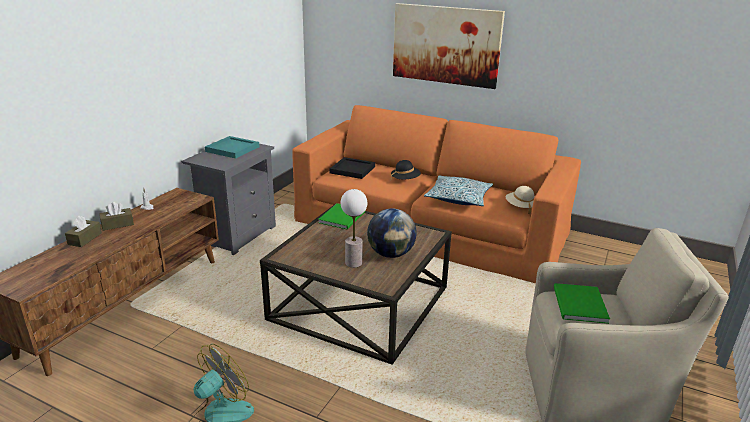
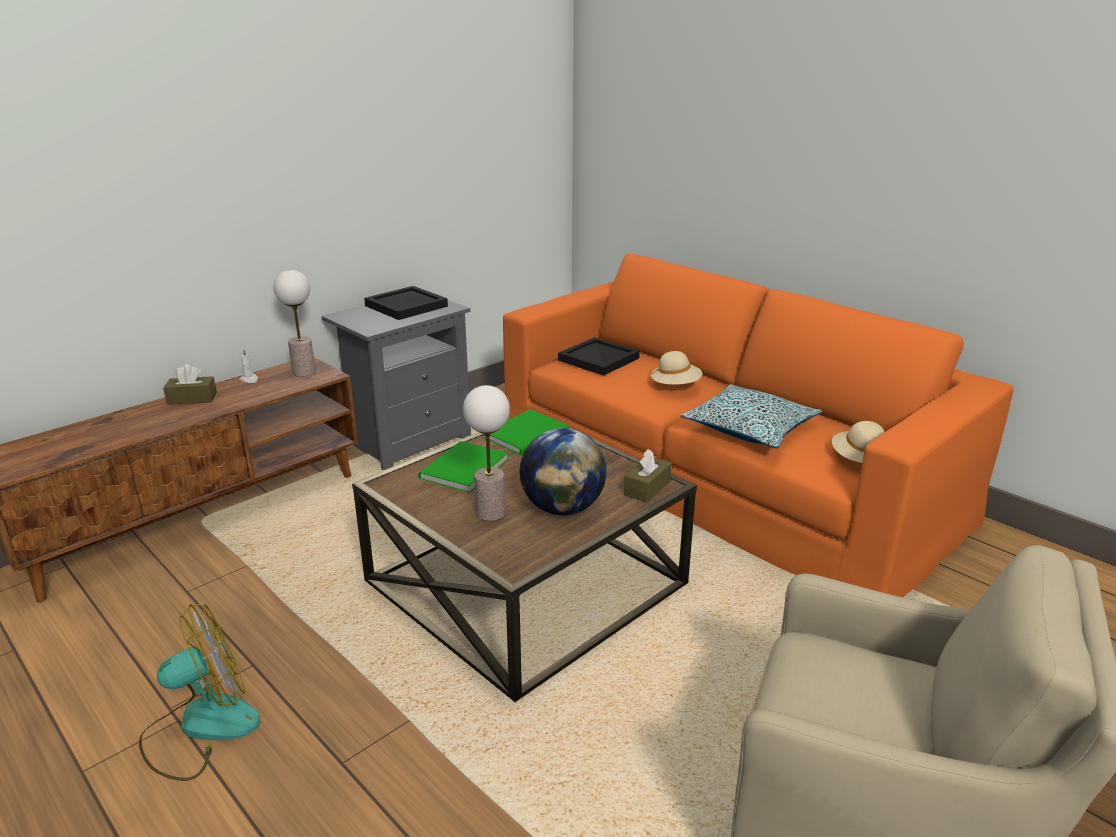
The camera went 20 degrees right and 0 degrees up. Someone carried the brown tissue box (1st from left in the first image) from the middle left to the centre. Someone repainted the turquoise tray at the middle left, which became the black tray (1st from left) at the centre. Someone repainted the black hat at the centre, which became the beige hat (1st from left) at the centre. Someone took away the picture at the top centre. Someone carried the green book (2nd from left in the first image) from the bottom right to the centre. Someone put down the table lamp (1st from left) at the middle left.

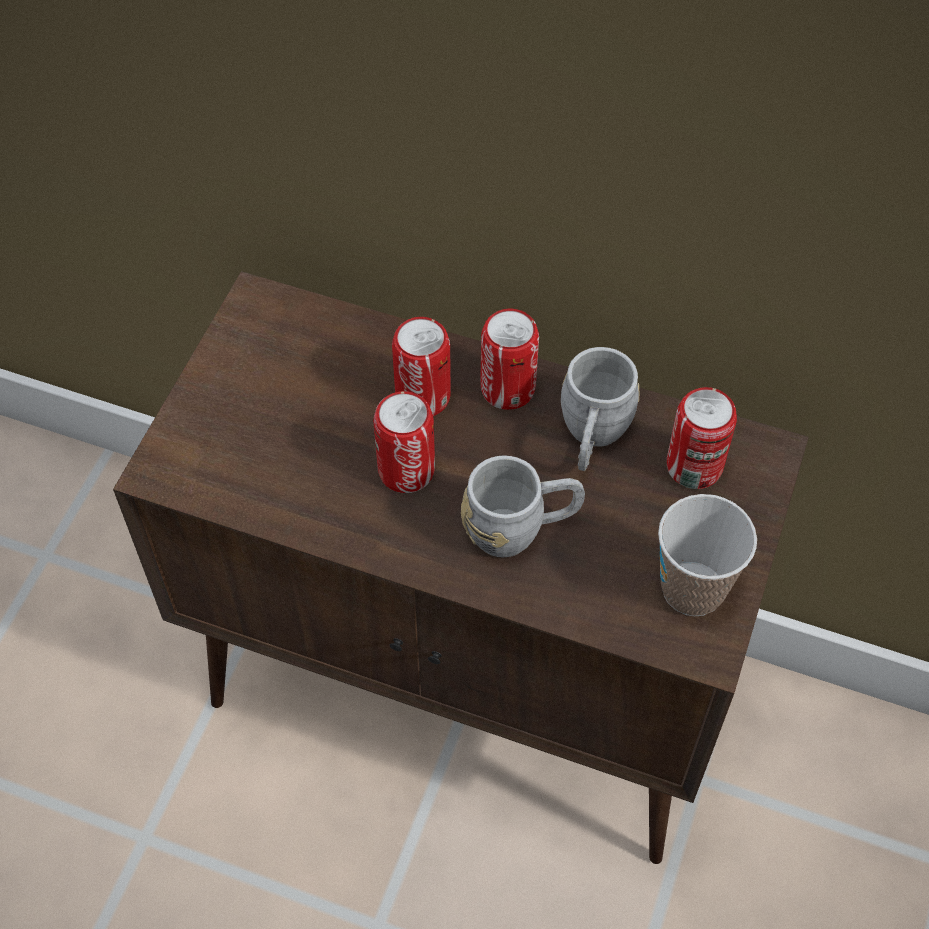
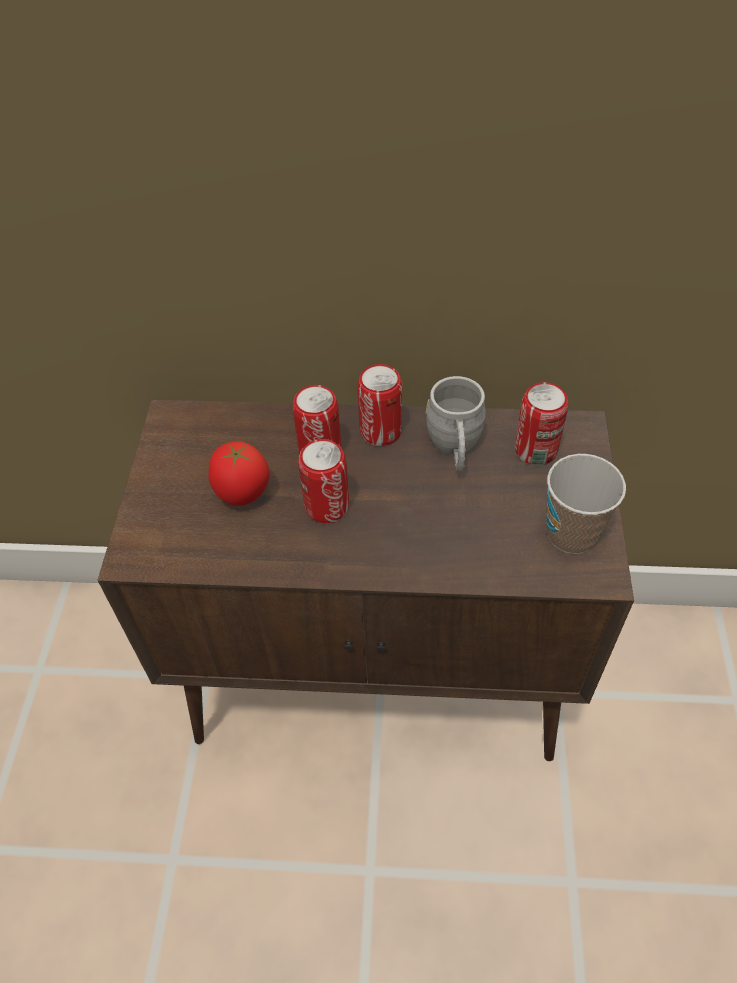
The camera went 15 degrees left and 5 degrees down. Someone took away the grey mug (1st from left) at the centre. Someone put down the tomato at the middle left.

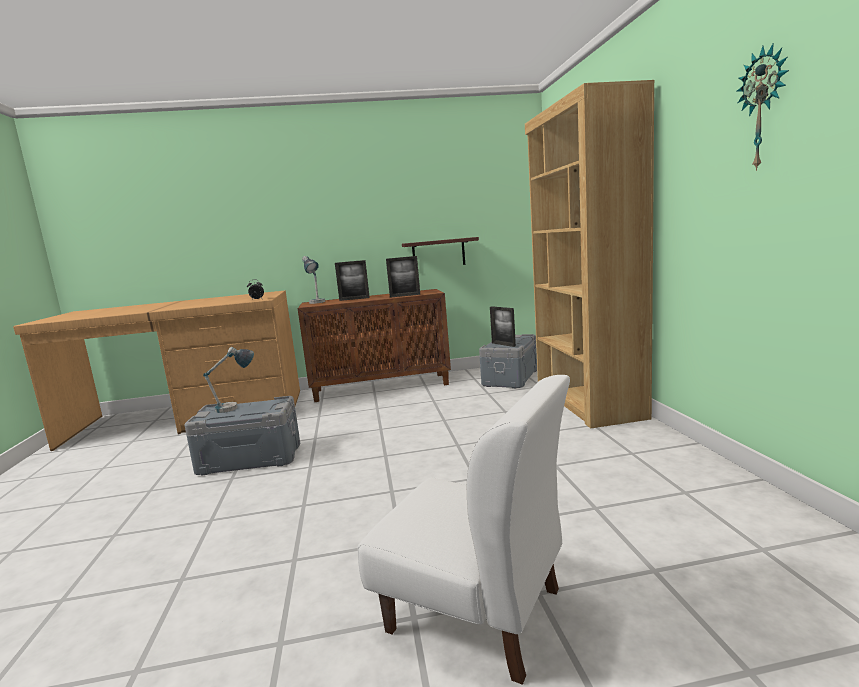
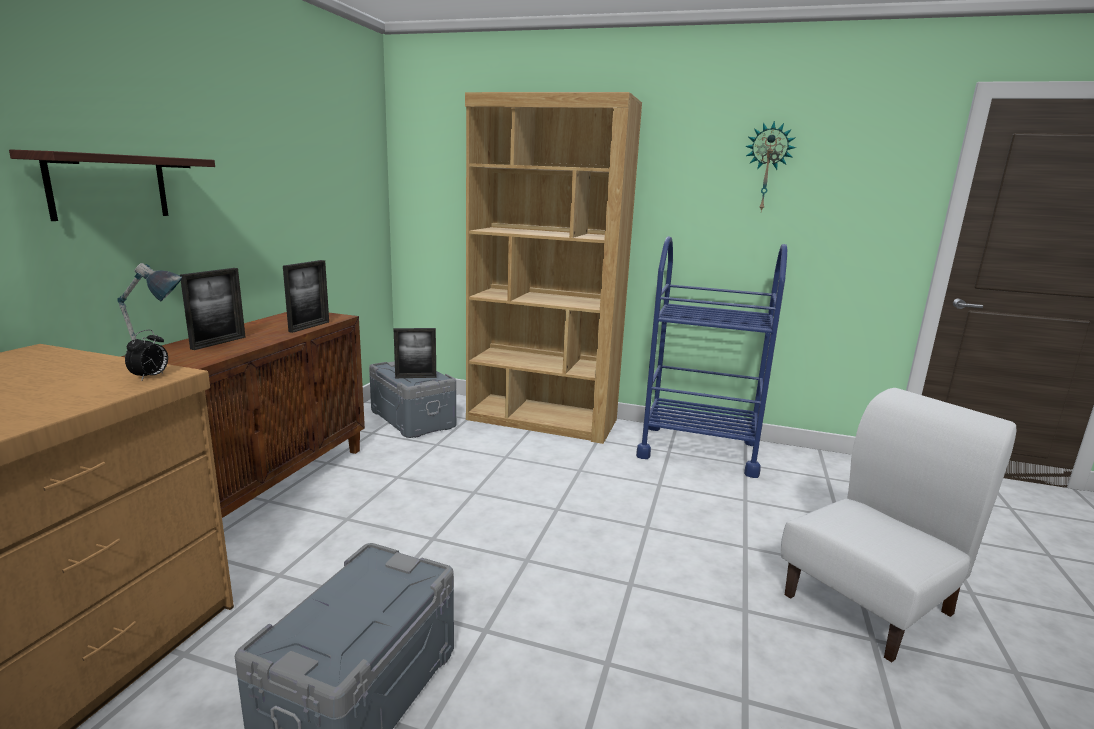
The camera went 65 degrees left and 5 degrees up. Someone took away the table lamp (1st from left) at the middle left. Someone carried the shelf from the centre to the top left. Someone put down the blue cart at the centre.

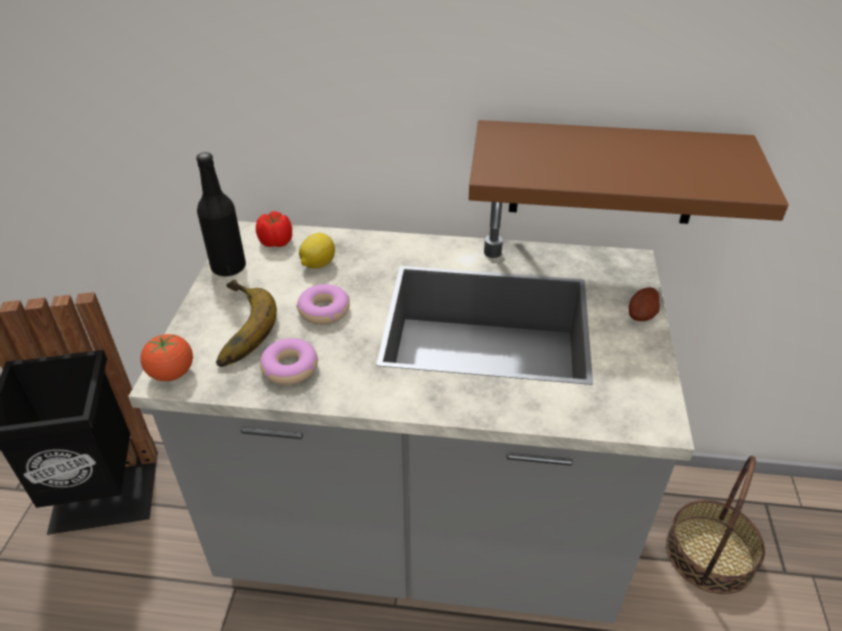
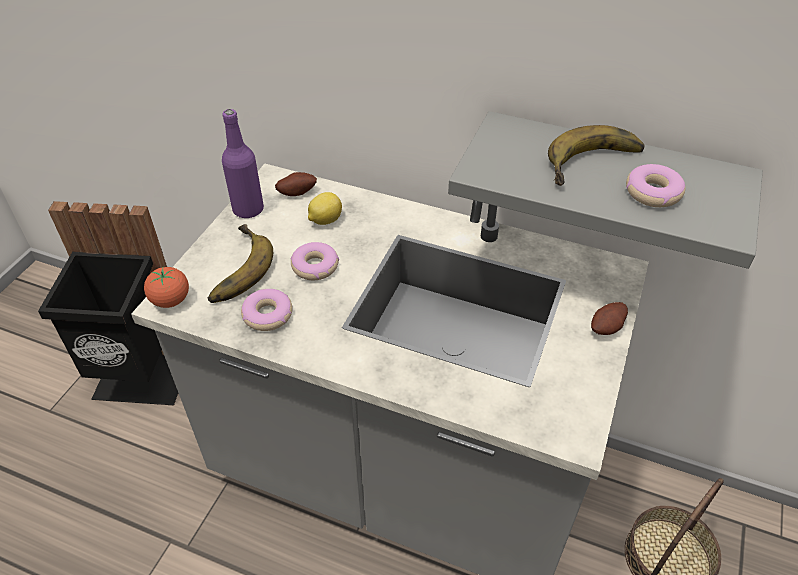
The camera went 15 degrees right and 5 degrees up. Someone repainted the black bottle at the middle left, which became the purple bottle at the top left. Someone swapped the tomato (2nd from left) at the middle left for the potato (1st from left) at the top centre. Someone repainted the brown shelf at the top right, which became the grey shelf at the top right. Someone put down the banana (2nd from left) at the top right. Someone put down the donut (3rd from left) at the top right.

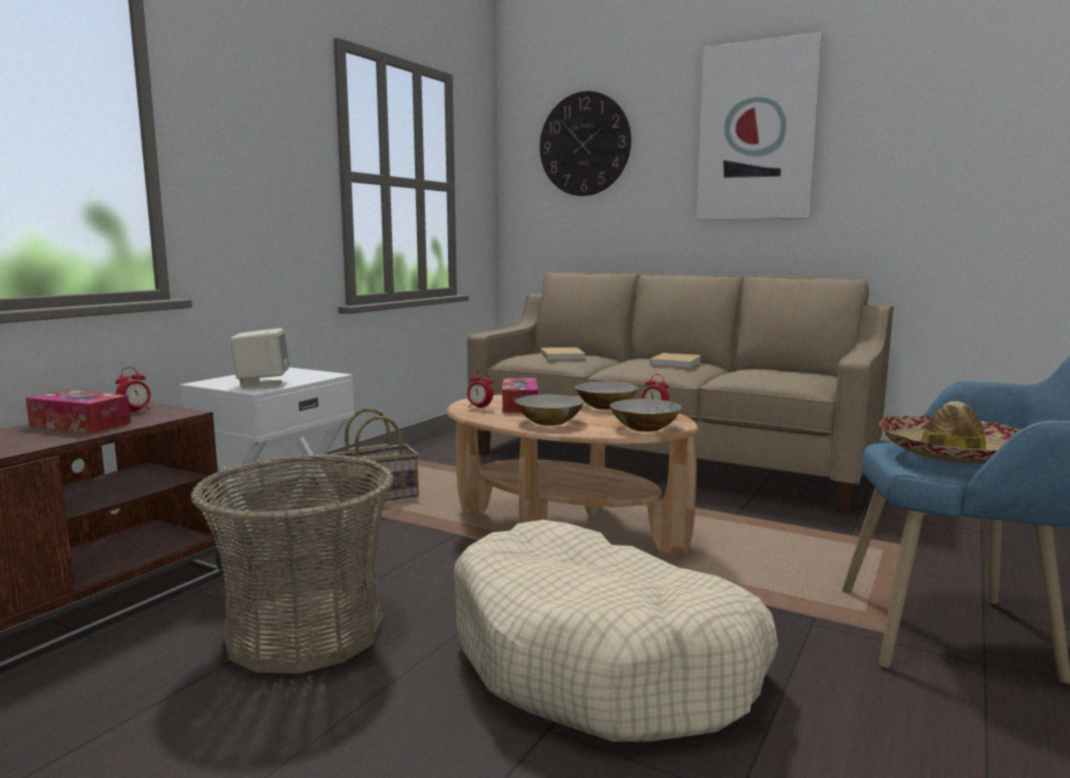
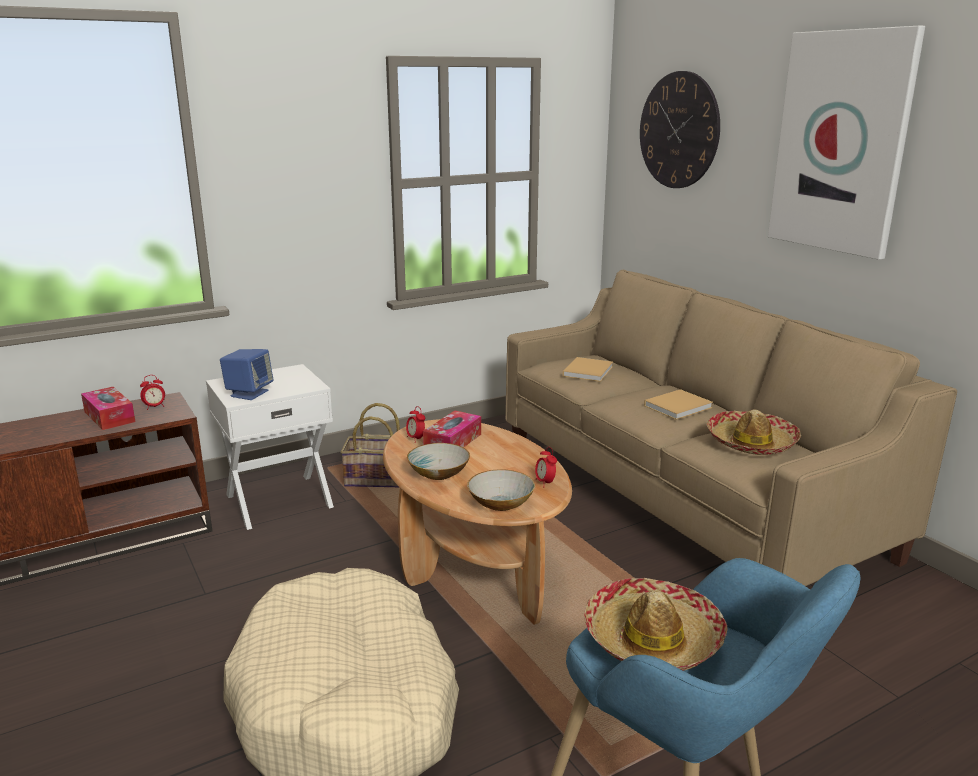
The camera went 30 degrees right and 10 degrees up. Someone took away the basket (1st from left) at the bottom left. Someone repainted the beige speaker at the middle left, which became the blue speaker at the middle left. Someone took away the bowl (2nd from left) at the centre. Someone put down the hat (2nd from left) at the middle right.

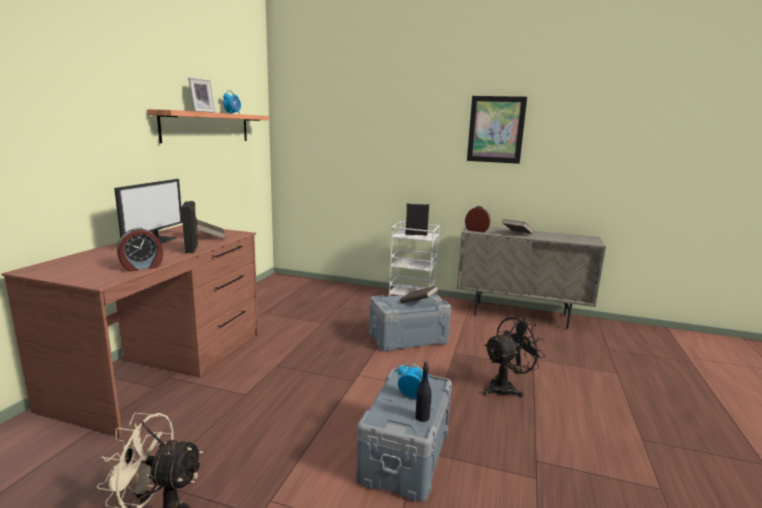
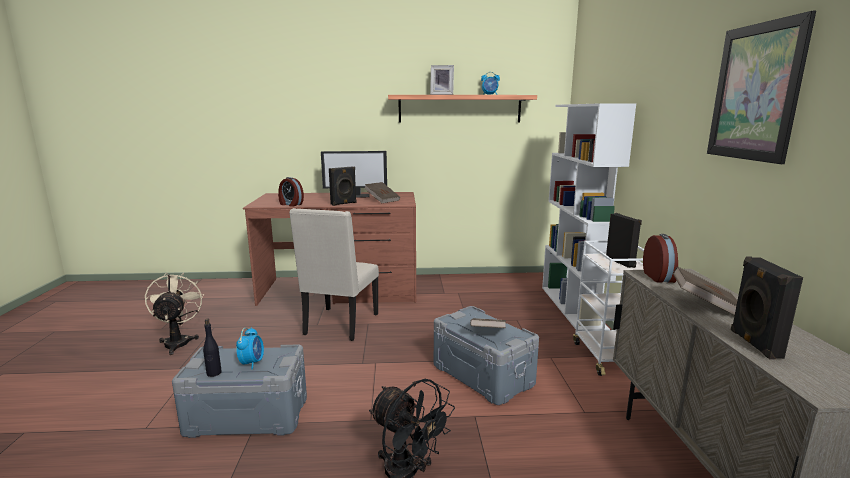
The camera went 70 degrees right and 0 degrees up. Someone put down the beige chair at the centre. Someone put down the white bookcase at the middle right. Someone put down the black speaker (3rd from left) at the middle right.

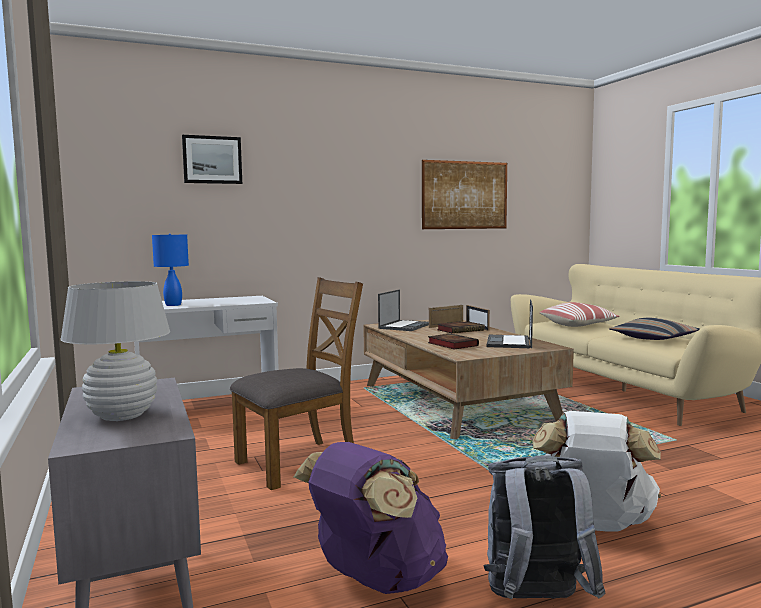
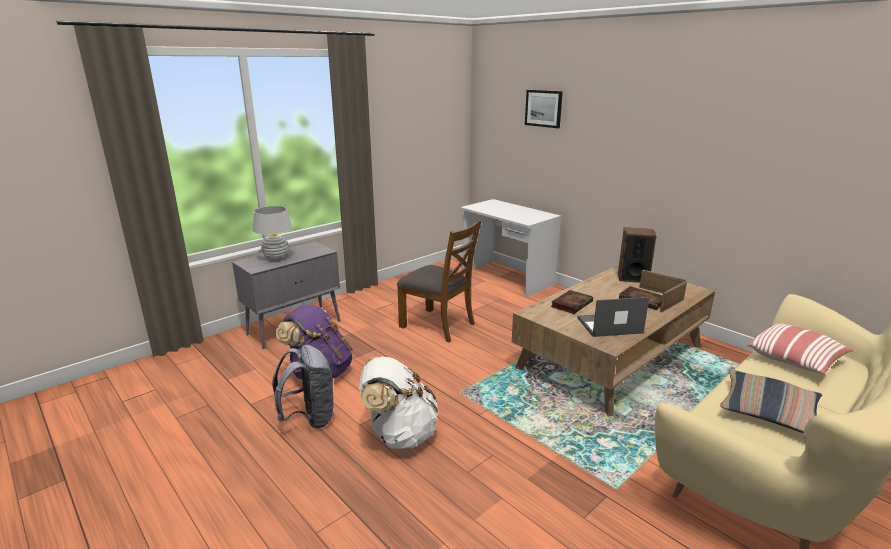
The camera went 70 degrees right and 15 degrees up. Someone took away the blue table lamp at the middle left. Someone swapped the laptop (1st from left) at the centre for the speaker at the middle right. Someone took away the picture (2nd from left) at the top centre.

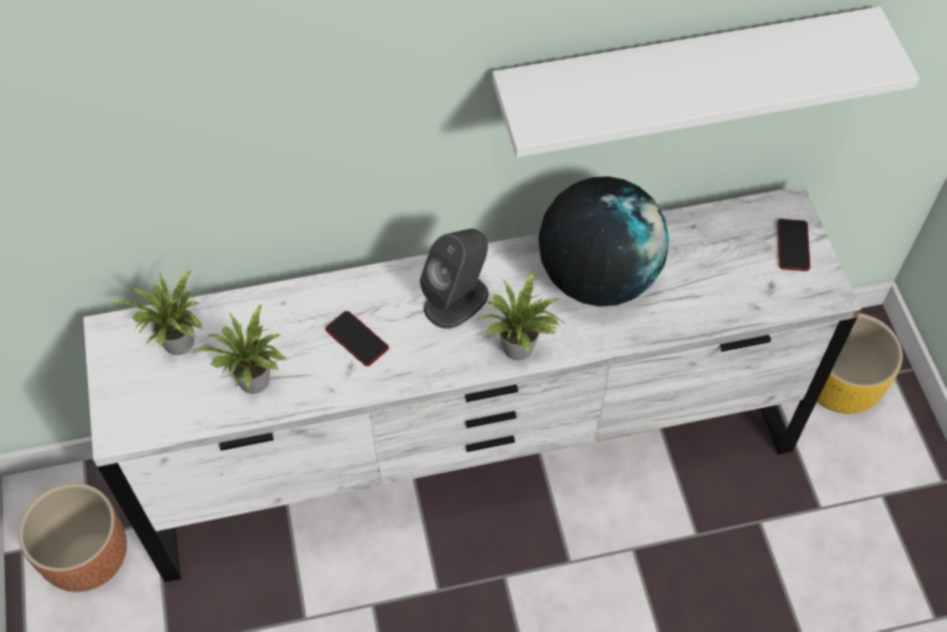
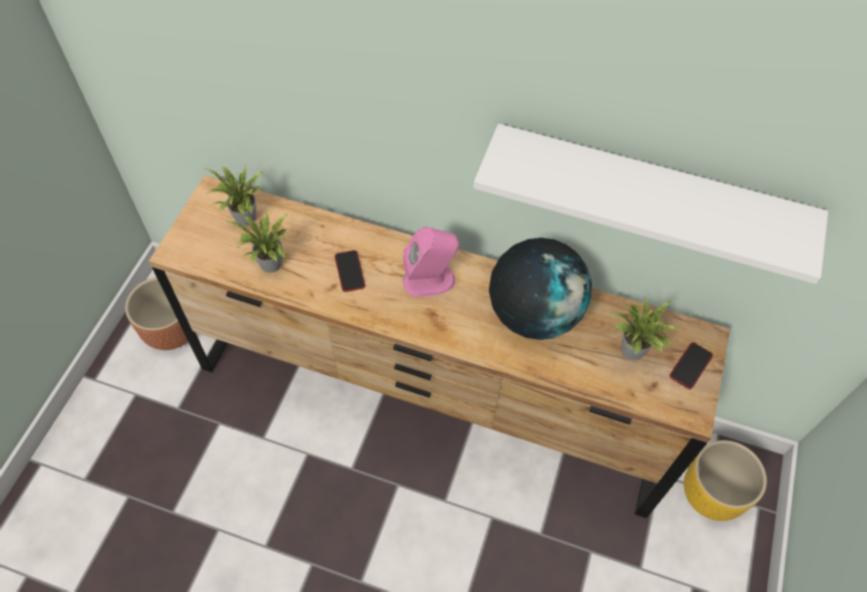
The camera went 30 degrees right and 0 degrees up. Someone repainted the white dresser at the centre, which became the brown dresser at the centre. Someone repainted the grey speaker at the centre, which became the pink speaker at the centre. Someone carried the potted plant (3rd from left) from the centre to the middle right.

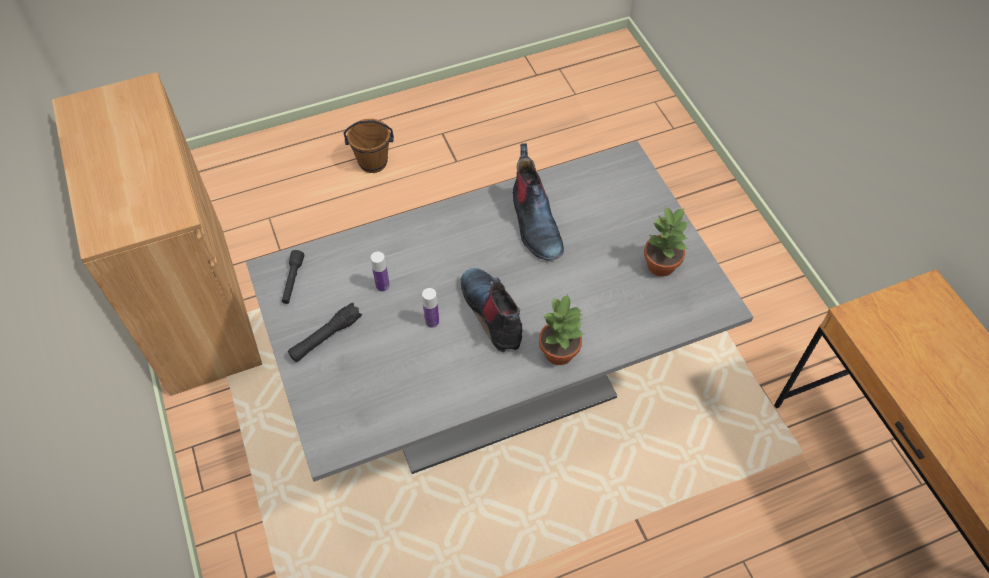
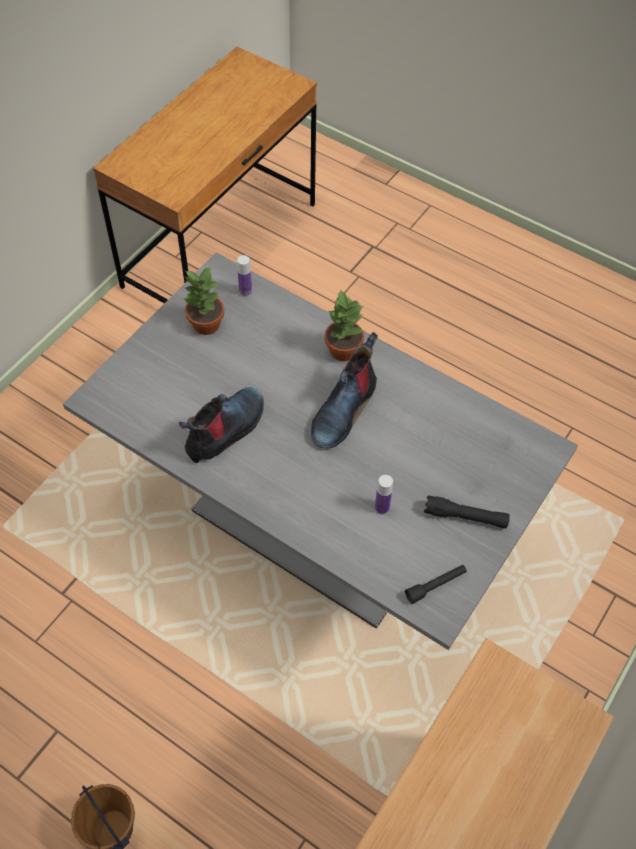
The camera went 125 degrees left and 0 degrees up. Someone carried the bottle (2nd from left in the first image) from the centre to the top centre.

